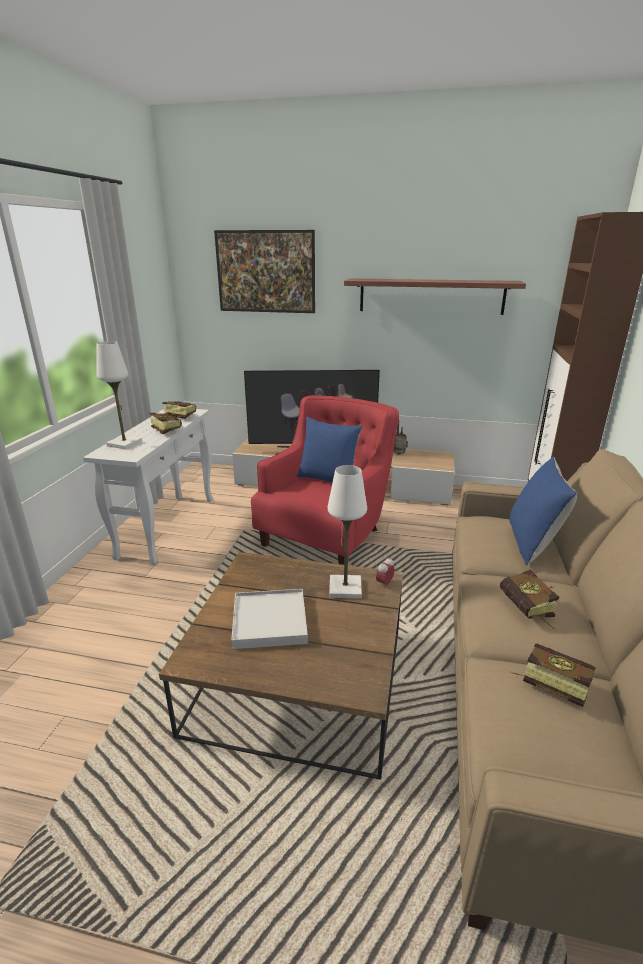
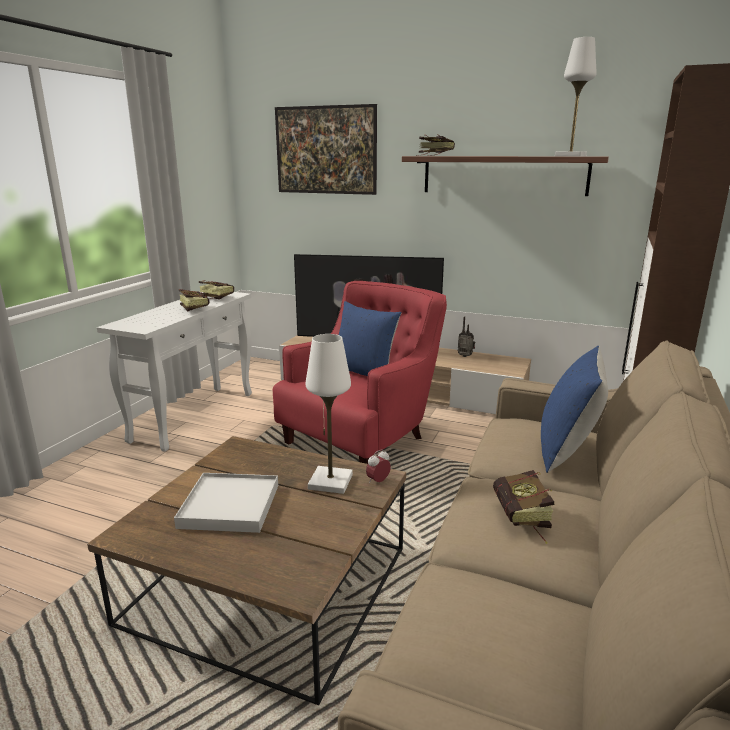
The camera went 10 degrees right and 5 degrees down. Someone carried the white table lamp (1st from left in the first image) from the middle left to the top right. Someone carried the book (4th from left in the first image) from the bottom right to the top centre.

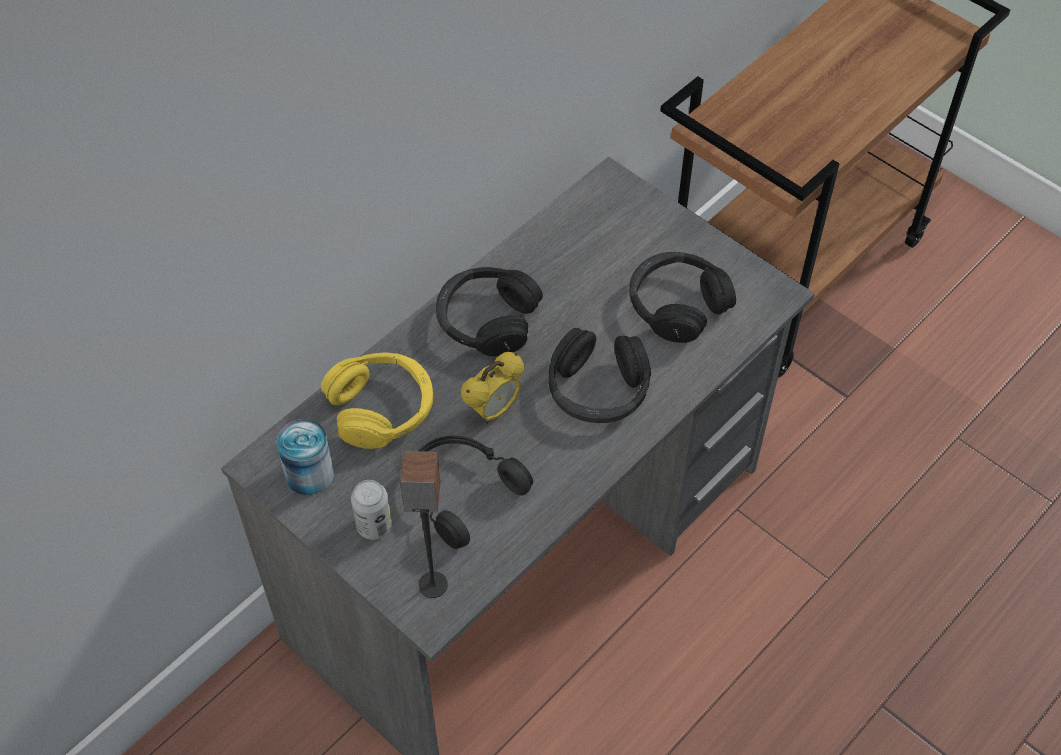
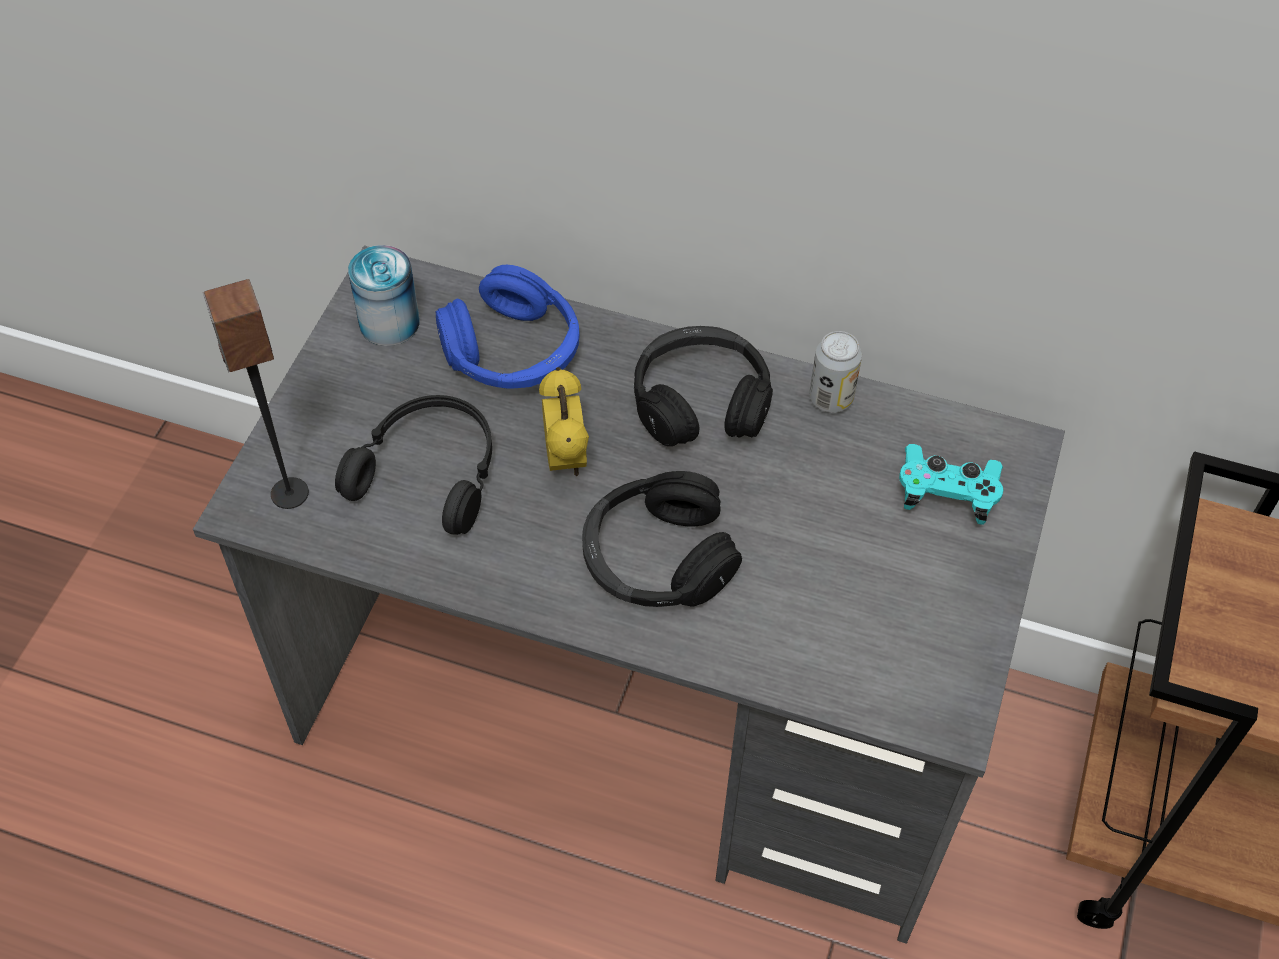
The camera went 65 degrees right and 0 degrees up. Someone repainted the yellow headphones at the centre, which became the blue headphones at the centre. Someone carried the can (2nd from left) from the bottom centre to the centre. Someone rotated the alarm clock at the centre by 120 degrees counterclockwise. Someone took away the black headphones (4th from left) at the centre. Someone put down the turquoise game controller at the middle right.

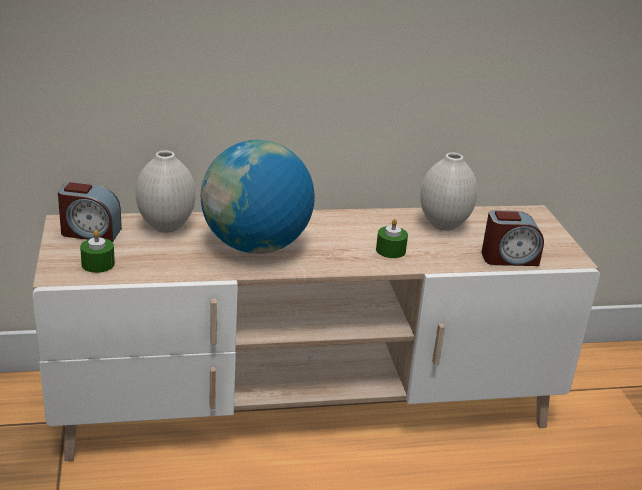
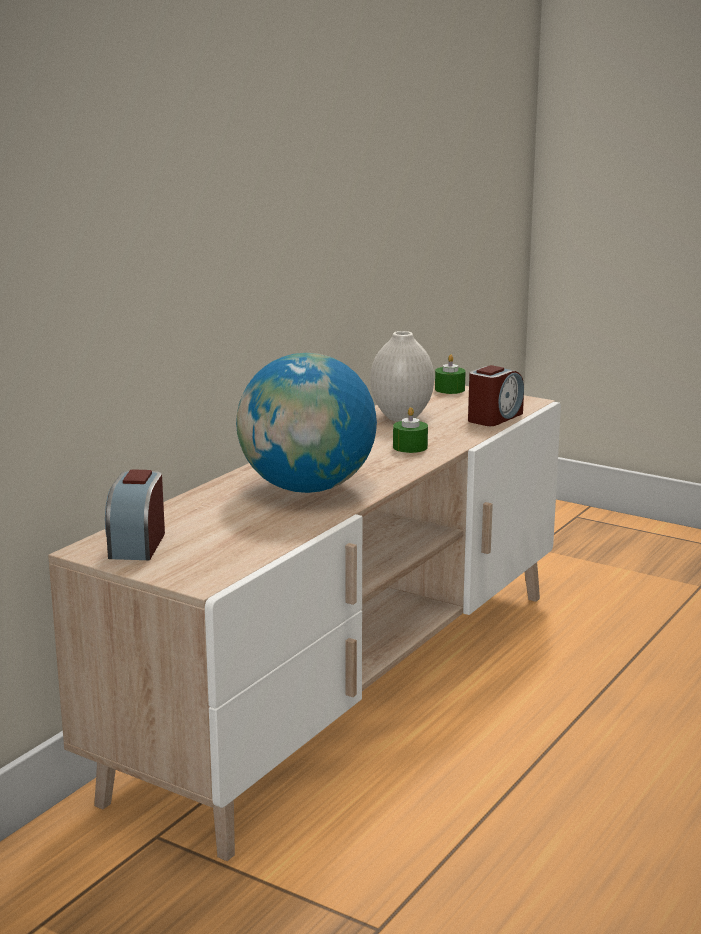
The camera went 45 degrees left and 10 degrees down. Someone rotated the alarm clock (1st from left) at the middle left by 135 degrees clockwise. Someone carried the green candle (1st from left in the first image) from the middle left to the centre. Someone took away the white vase (1st from left) at the middle left.

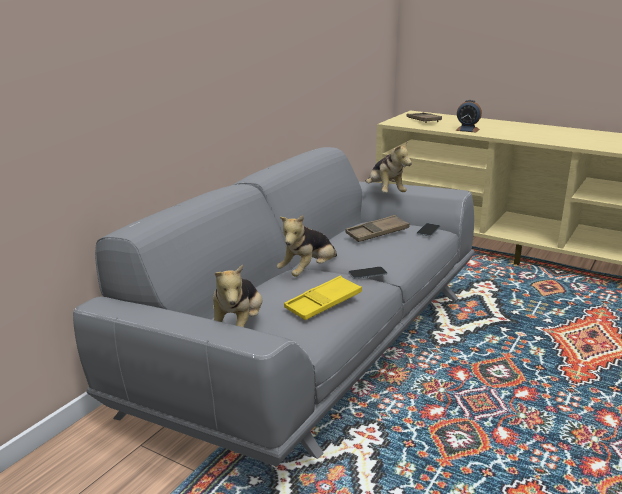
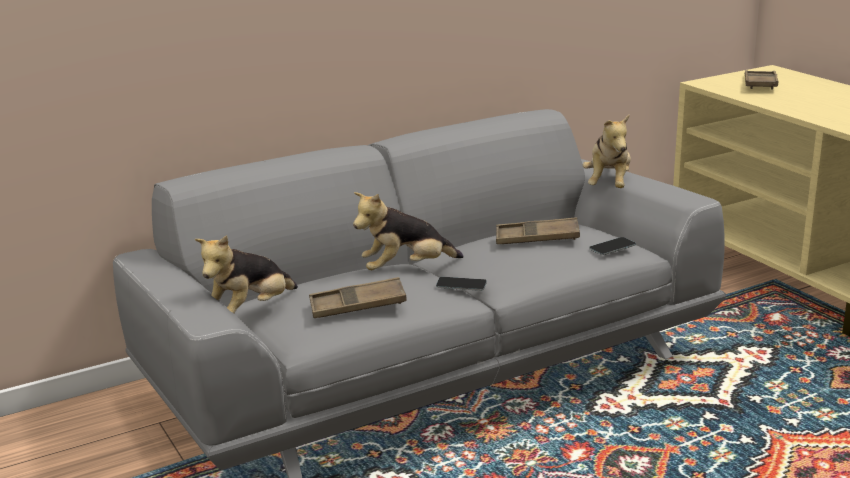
The camera went 30 degrees right and 0 degrees up. Someone repainted the yellow tray at the centre, which became the brown tray (1st from left) at the centre. Someone took away the alarm clock at the top right.

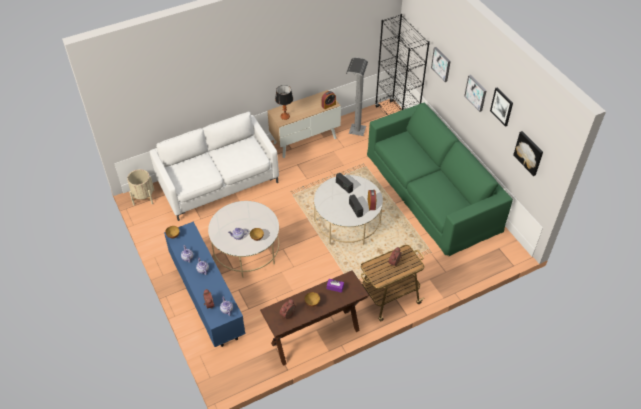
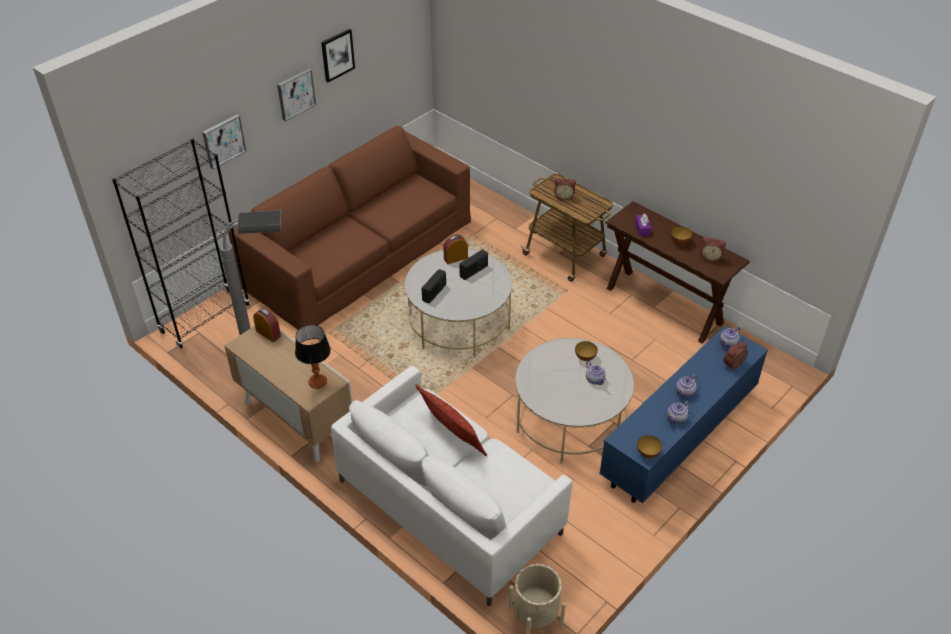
The camera went 110 degrees left and 5 degrees down. Someone repainted the green sofa at the middle right, which became the brown sofa at the centre. Someone took away the picture (4th from left) at the middle right. Someone put down the pillow at the centre.

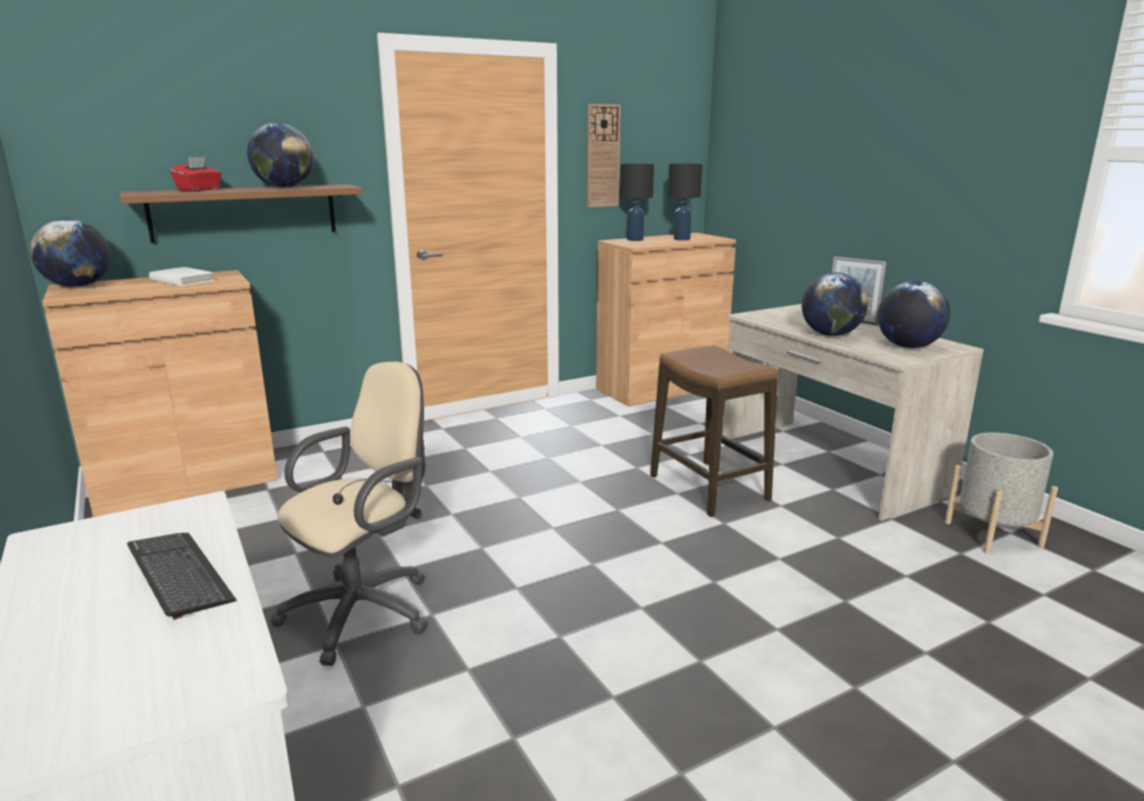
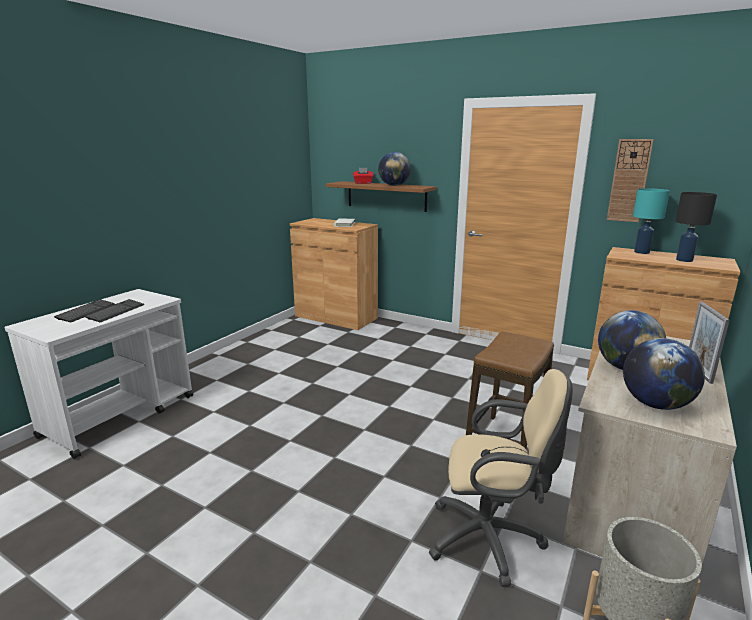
The camera went 60 degrees right and 0 degrees up. Someone took away the globe (1st from left) at the top left. Someone carried the beige office chair from the middle left to the bottom centre. Someone repainted the black table lamp (1st from left) at the top centre, which became the turquoise table lamp at the middle right. Someone put down the keyboard (1st from left) at the middle left.

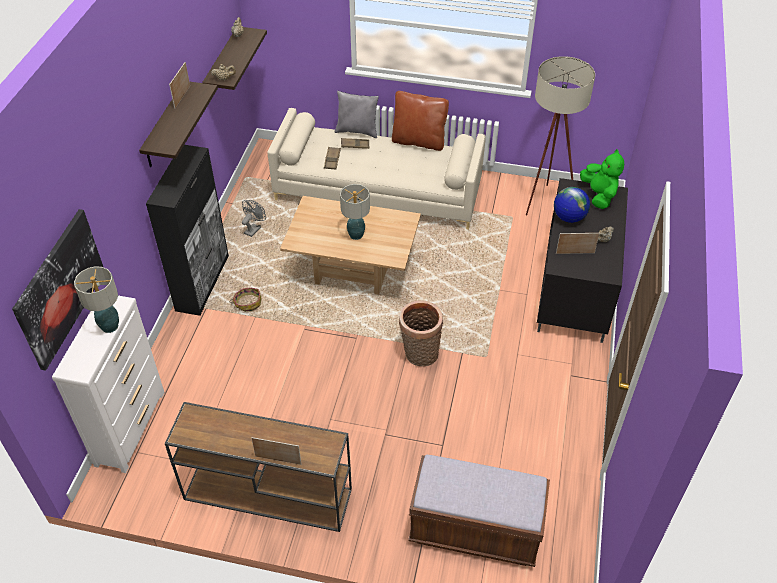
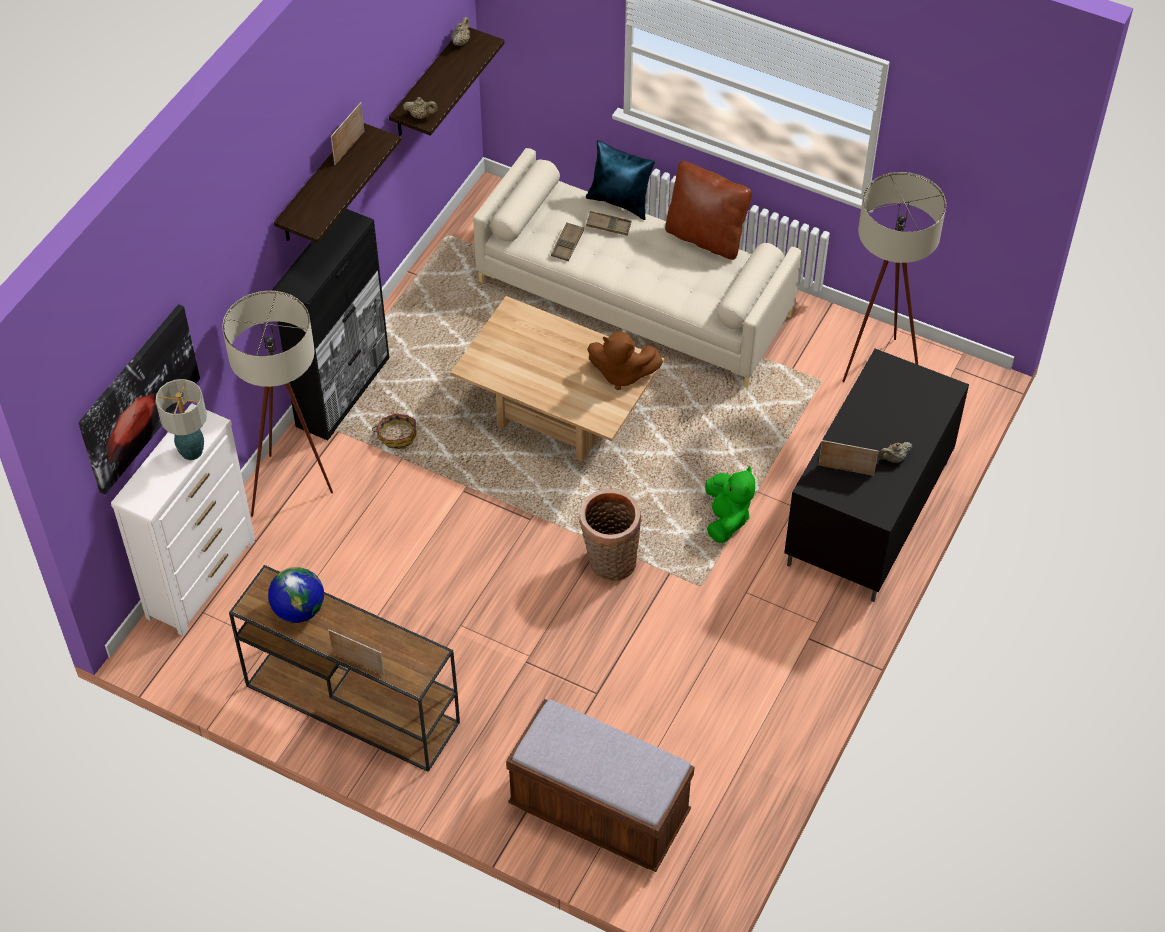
The camera went 15 degrees right and 5 degrees up. Someone took away the grey fan at the middle left. Someone repainted the grey pillow at the top centre, which became the blue pillow at the top centre. Someone took away the table lamp (2nd from left) at the centre. Someone carried the globe from the middle right to the middle left. Someone carried the green plush toy from the top right to the centre. Someone put down the beige floor lamp (1st from left) at the middle left. Someone put down the brown plush toy at the centre.

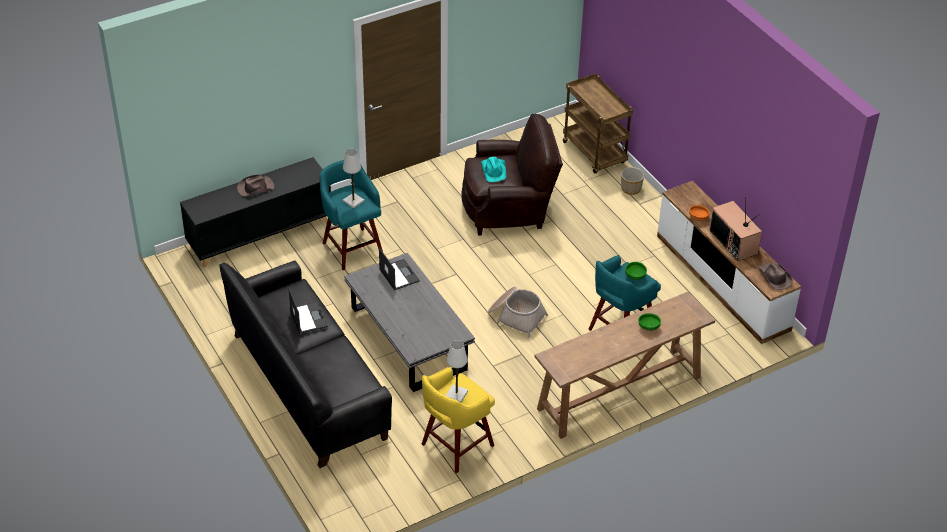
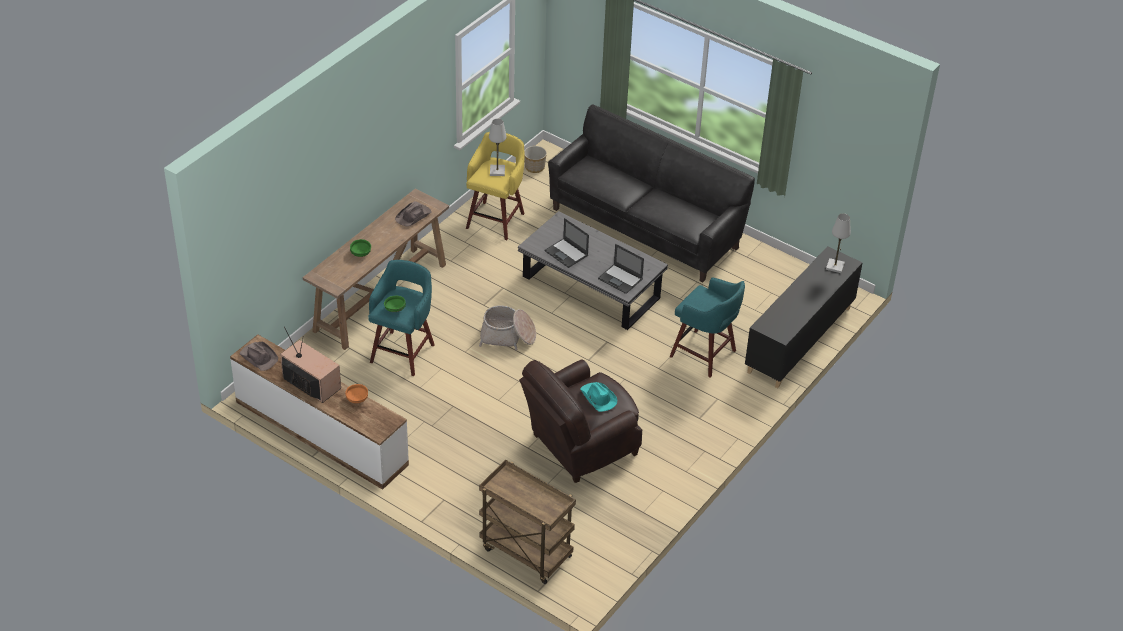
The camera went 155 degrees right and 0 degrees up. Someone carried the brown hat (1st from left in the first image) from the middle left to the centre. Someone carried the laptop (1st from left) from the middle left to the centre. Someone carried the white table lamp (1st from left in the first image) from the centre to the middle right. Someone carried the planter from the middle right to the top centre.

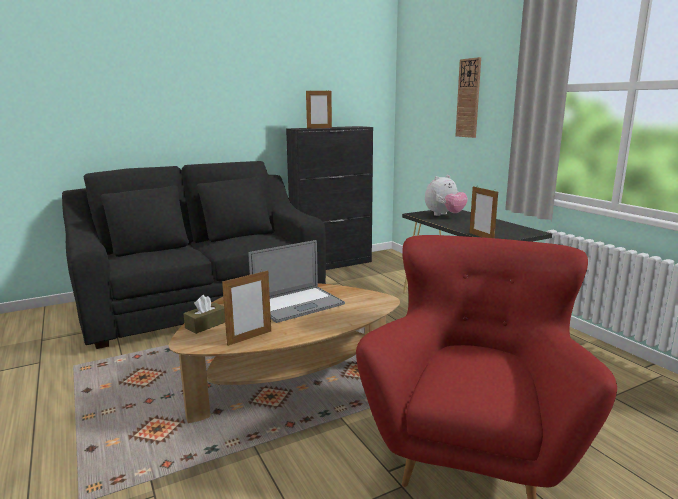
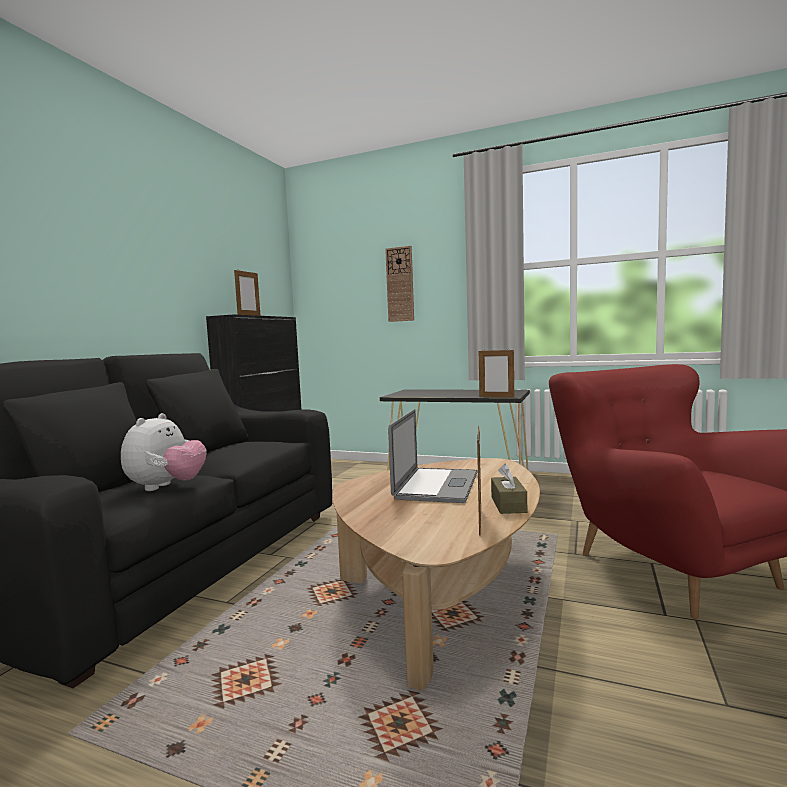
The camera went 40 degrees left and 10 degrees down. Someone carried the brown tissue box from the middle left to the centre. Someone carried the plush toy from the centre to the middle left.

